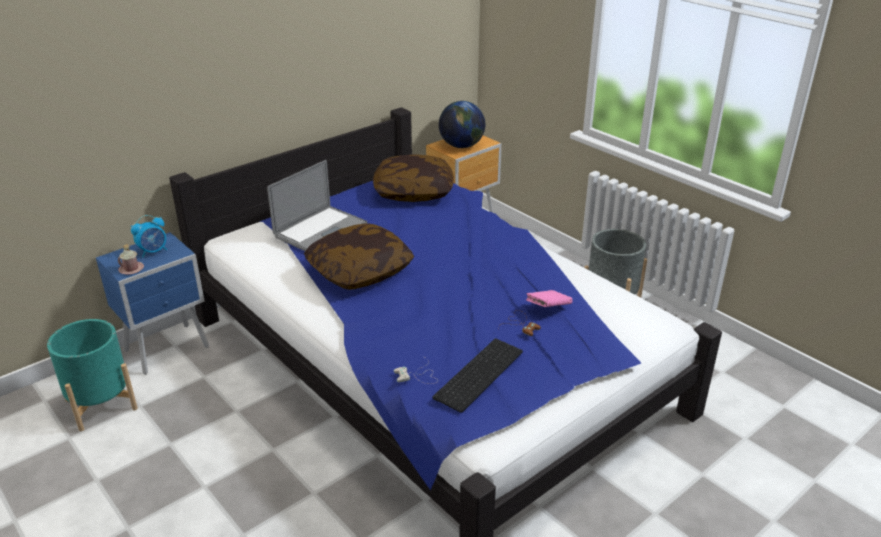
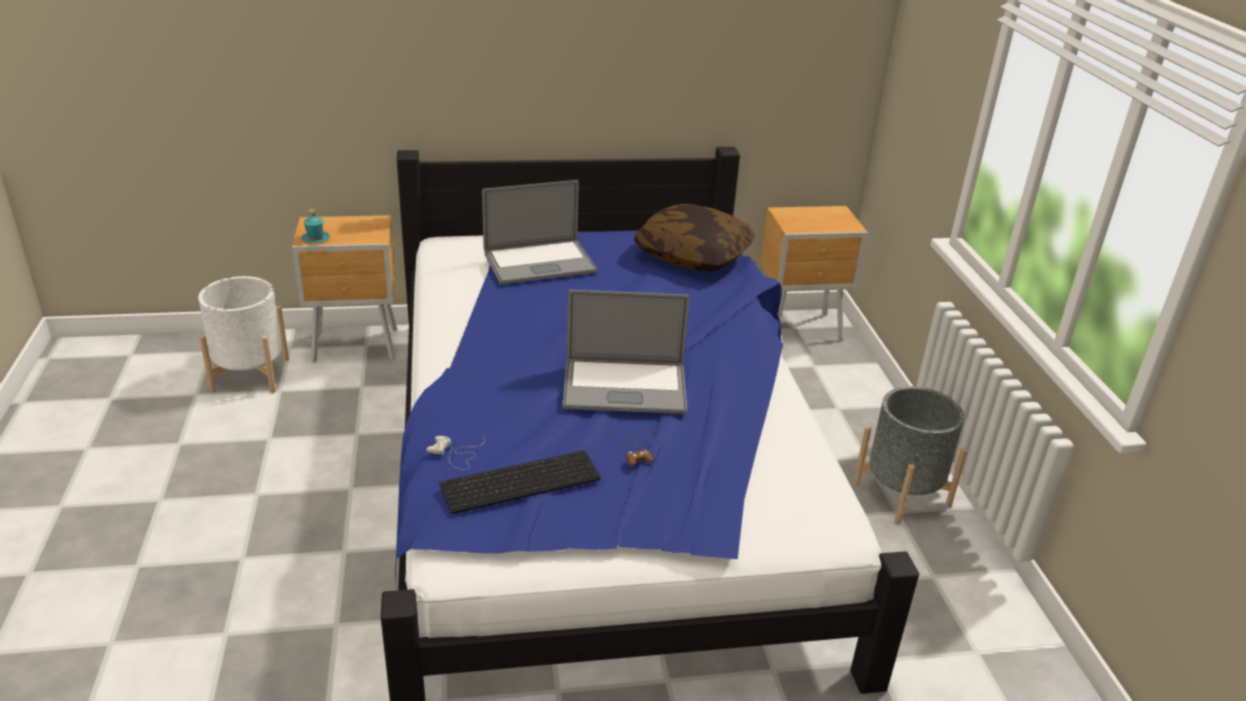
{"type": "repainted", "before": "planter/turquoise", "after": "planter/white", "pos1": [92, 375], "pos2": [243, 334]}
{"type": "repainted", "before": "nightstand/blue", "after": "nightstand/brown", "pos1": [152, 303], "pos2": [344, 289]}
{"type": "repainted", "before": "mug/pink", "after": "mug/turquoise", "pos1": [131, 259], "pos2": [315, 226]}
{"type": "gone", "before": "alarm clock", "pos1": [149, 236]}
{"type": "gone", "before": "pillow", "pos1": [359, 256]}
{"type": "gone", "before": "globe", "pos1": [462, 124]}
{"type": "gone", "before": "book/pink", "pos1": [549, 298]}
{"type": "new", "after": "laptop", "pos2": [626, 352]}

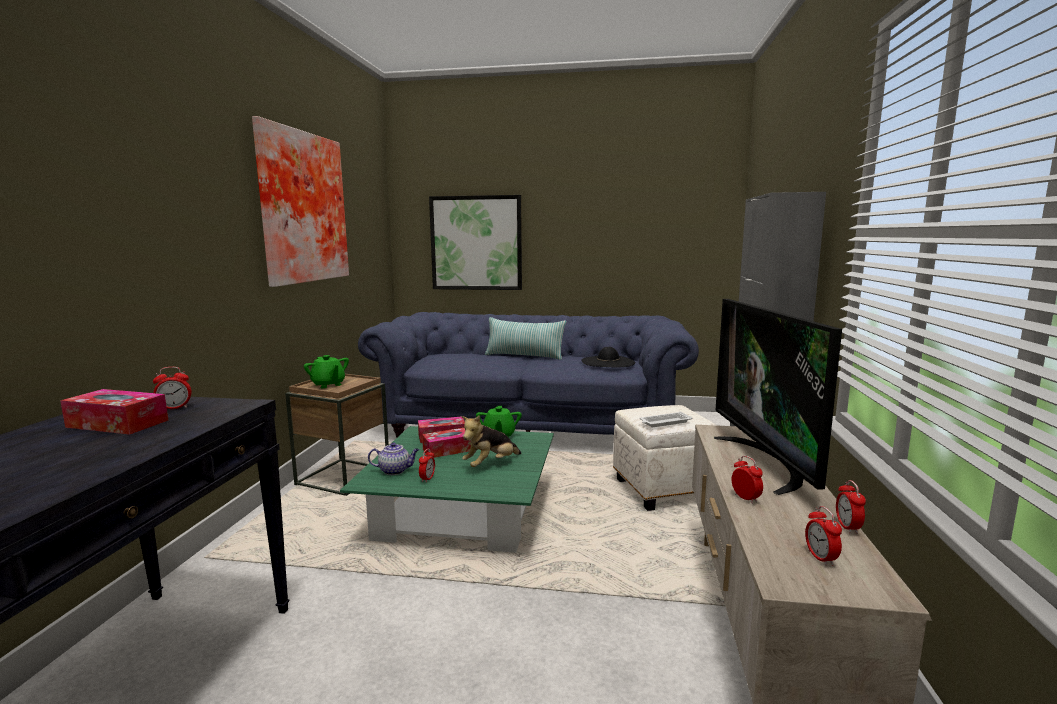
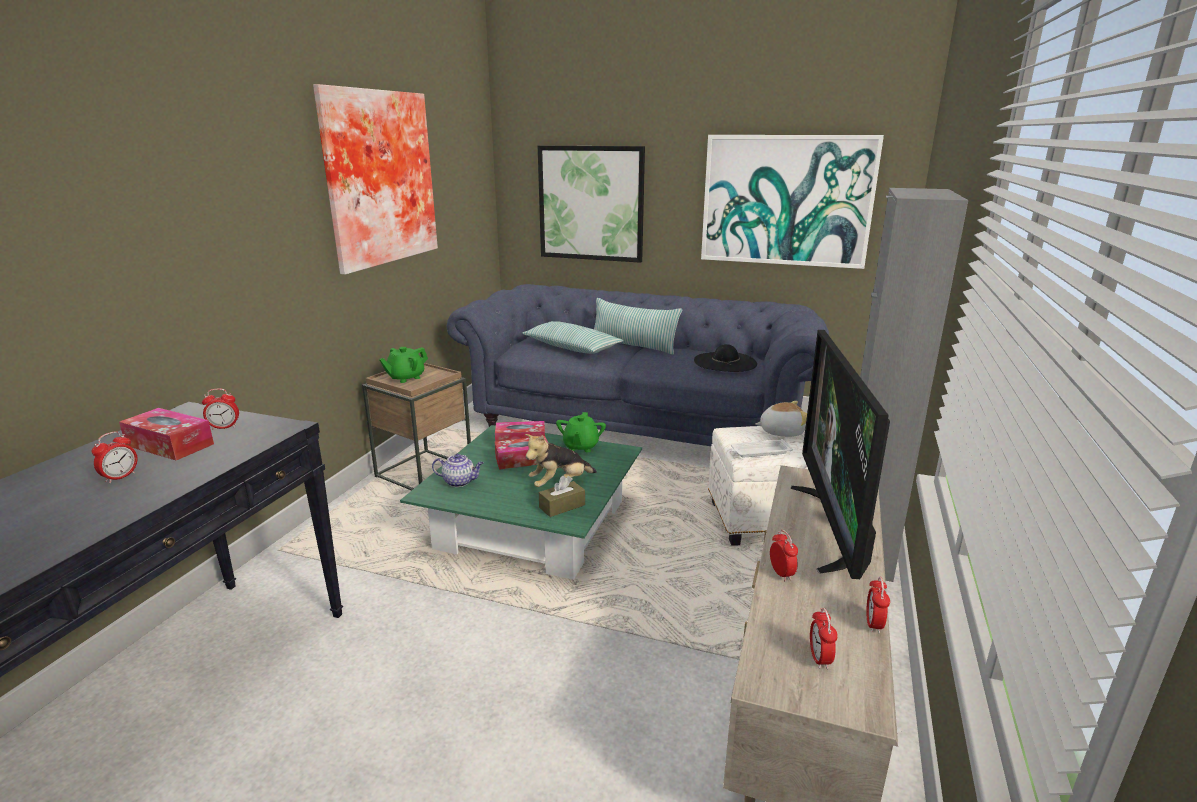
{"type": "rotated", "before": "teapot/green", "pos1": [326, 371], "pos2": [403, 365], "turn": 75}
{"type": "shifted", "before": "alarm clock", "pos1": [427, 465], "pos2": [114, 457]}
{"type": "new", "after": "pillow", "pos2": [573, 337]}
{"type": "new", "after": "tissue box/brown", "pos2": [562, 496]}
{"type": "new", "after": "picture", "pos2": [792, 202]}
{"type": "new", "after": "plush toy", "pos2": [781, 419]}

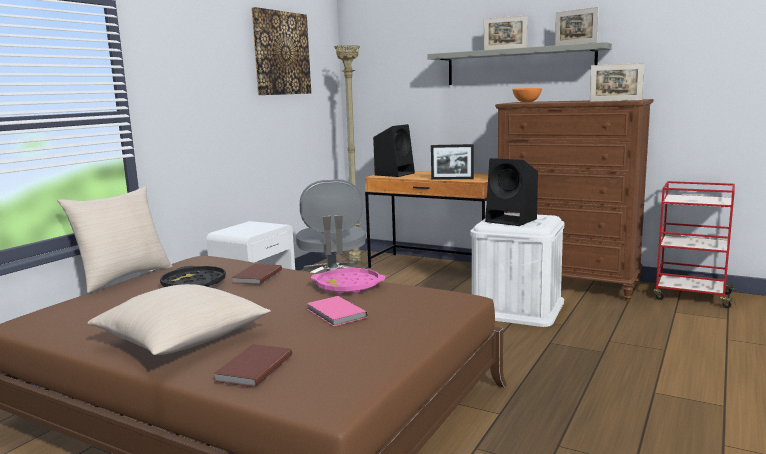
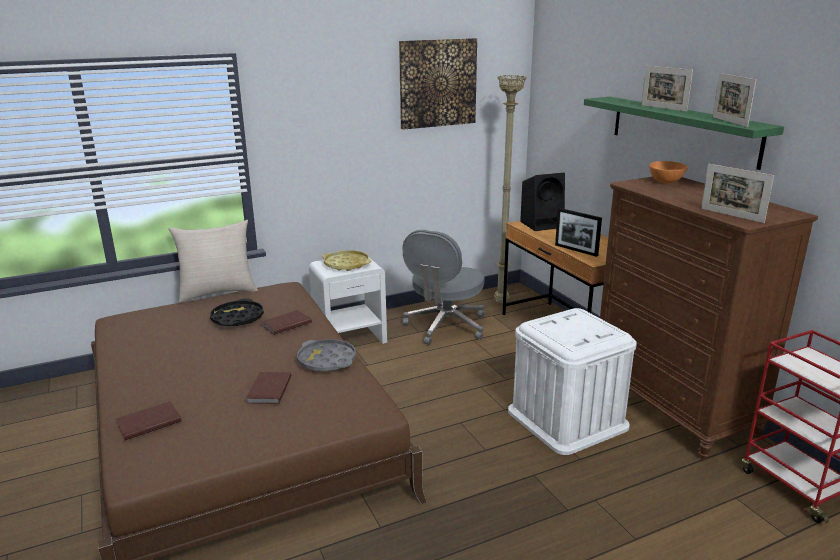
{"type": "gone", "before": "pillow/beige", "pos1": [179, 319]}
{"type": "repainted", "before": "book/pink", "after": "book/brown", "pos1": [337, 311], "pos2": [268, 388]}
{"type": "repainted", "before": "tray/pink", "after": "tray/grey", "pos1": [348, 281], "pos2": [326, 355]}
{"type": "repainted", "before": "shelf/grey", "after": "shelf/green", "pos1": [519, 63], "pos2": [684, 133]}
{"type": "gone", "before": "speaker/black", "pos1": [511, 192]}
{"type": "new", "after": "tray/yellow", "pos2": [346, 260]}

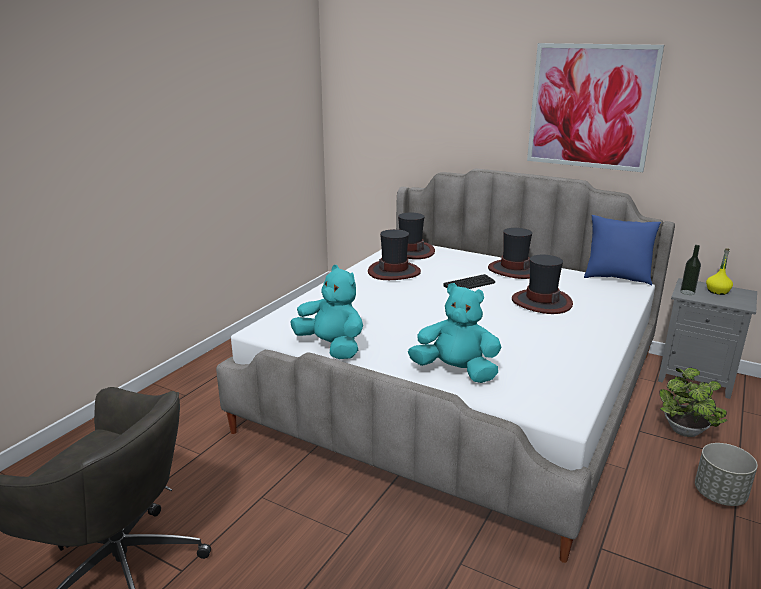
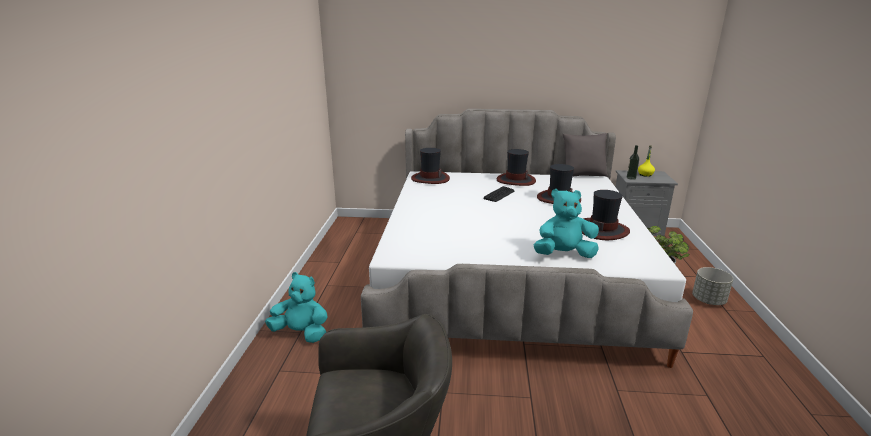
{"type": "shifted", "before": "plush toy/turquoise", "pos1": [327, 312], "pos2": [296, 307]}
{"type": "shifted", "before": "hat", "pos1": [394, 254], "pos2": [606, 215]}
{"type": "gone", "before": "picture", "pos1": [595, 107]}
{"type": "repainted", "before": "pillow/blue", "after": "pillow/grey", "pos1": [622, 250], "pos2": [585, 155]}

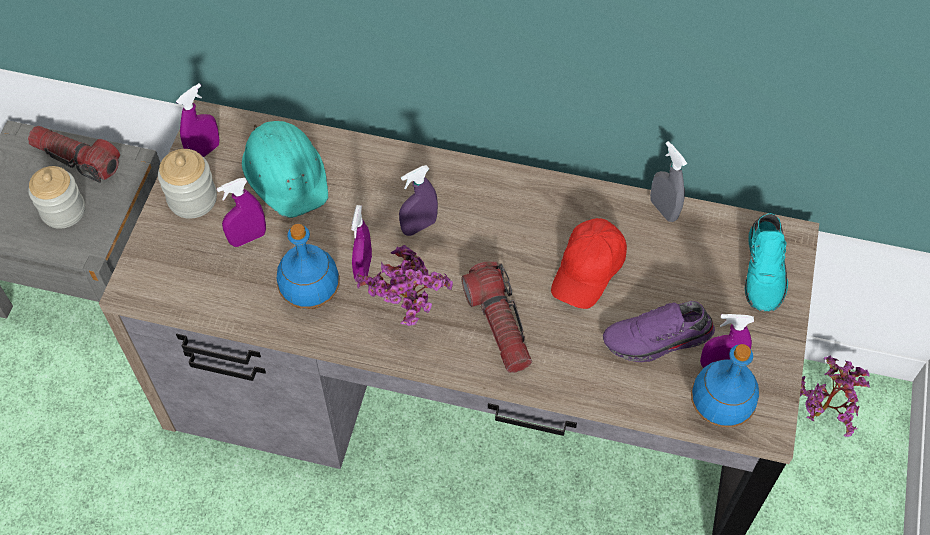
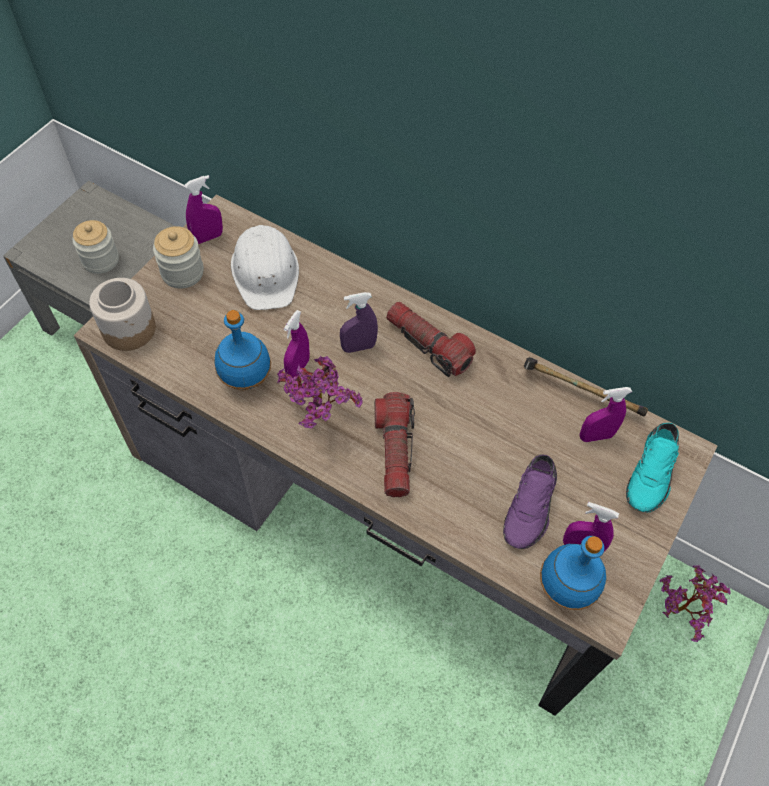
{"type": "shifted", "before": "flashlight", "pos1": [74, 154], "pos2": [431, 339]}
{"type": "shifted", "before": "spray bottle/purple", "pos1": [241, 212], "pos2": [606, 414]}
{"type": "repainted", "before": "hard hat/turquoise", "after": "hard hat/white", "pos1": [285, 169], "pos2": [265, 267]}
{"type": "gone", "before": "cap/red", "pos1": [589, 263]}
{"type": "rotated", "before": "shoe/purple", "pos1": [659, 331], "pos2": [530, 501], "turn": -75}
{"type": "swapped", "before": "spray bottle/grey", "after": "hammer", "pos1": [668, 181], "pos2": [585, 386]}
{"type": "new", "after": "jar", "pos2": [122, 314]}

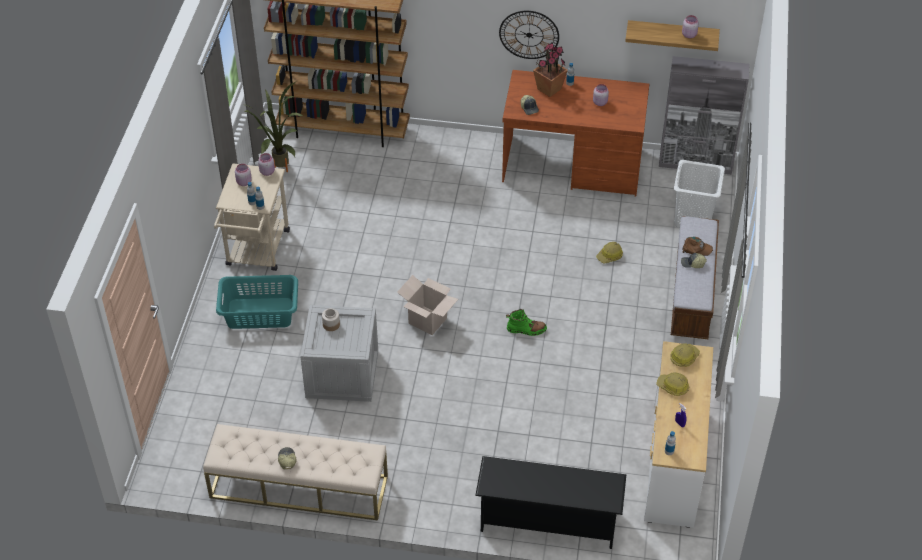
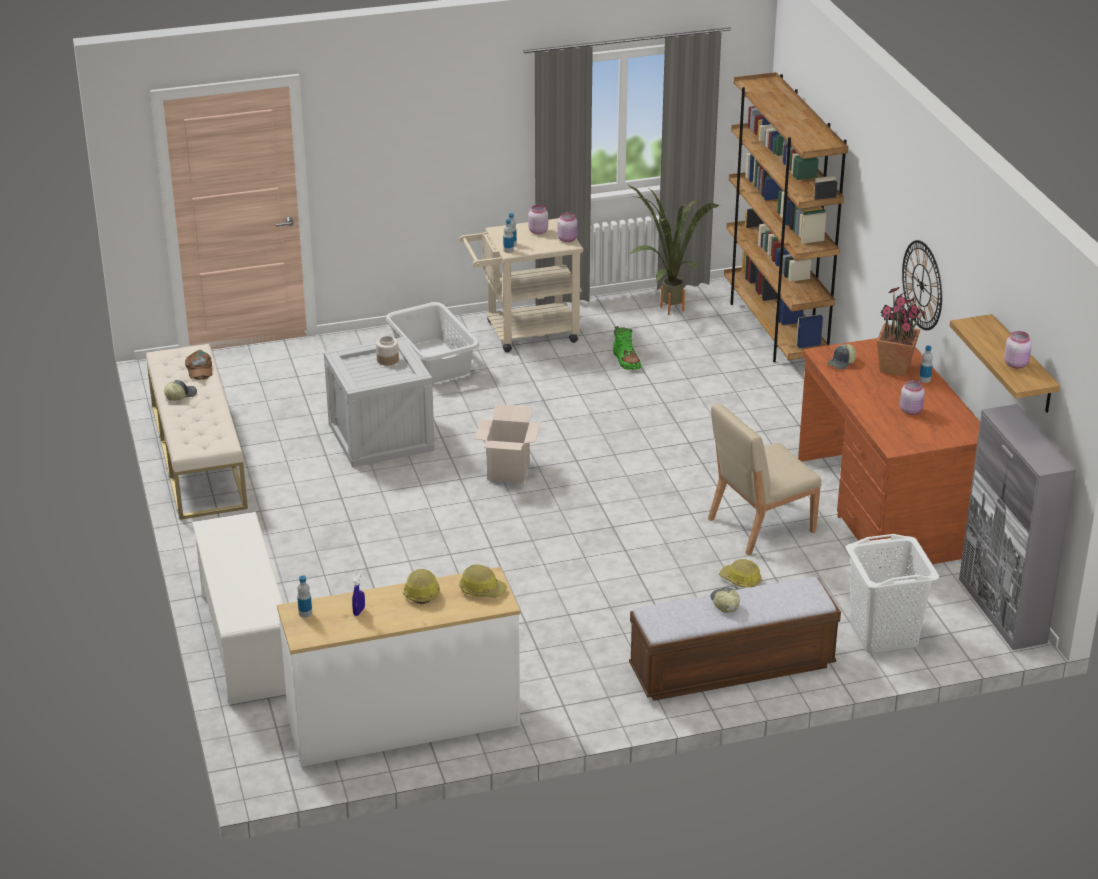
{"type": "repainted", "before": "laundry basket/turquoise", "after": "laundry basket/grey", "pos1": [257, 302], "pos2": [433, 342]}
{"type": "repainted", "before": "shoe rack/black", "after": "shoe rack/white", "pos1": [550, 502], "pos2": [239, 608]}
{"type": "shifted", "before": "boot/green", "pos1": [526, 322], "pos2": [627, 348]}
{"type": "shifted", "before": "cap/brown", "pos1": [697, 246], "pos2": [198, 365]}
{"type": "new", "after": "chair/beige", "pos2": [765, 479]}

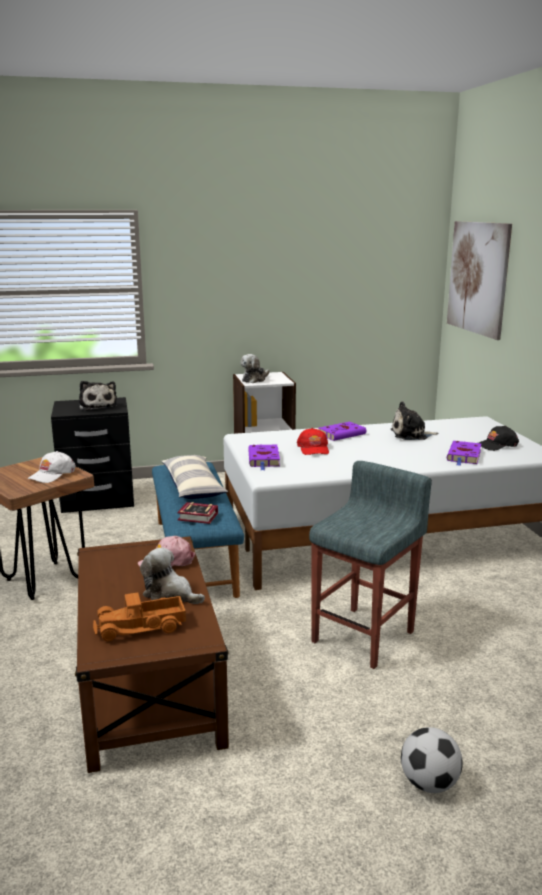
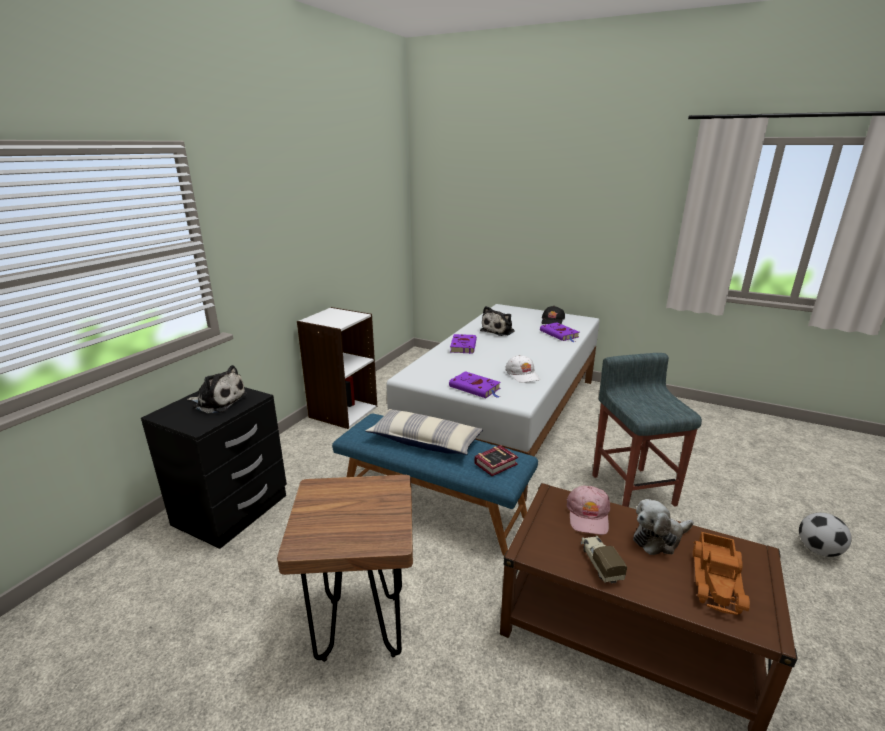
{"type": "shifted", "before": "cap/white", "pos1": [52, 467], "pos2": [523, 369]}
{"type": "gone", "before": "plush toy", "pos1": [255, 368]}
{"type": "gone", "before": "cap/red", "pos1": [313, 441]}
{"type": "gone", "before": "picture", "pos1": [479, 280]}
{"type": "new", "after": "toy truck", "pos2": [604, 560]}

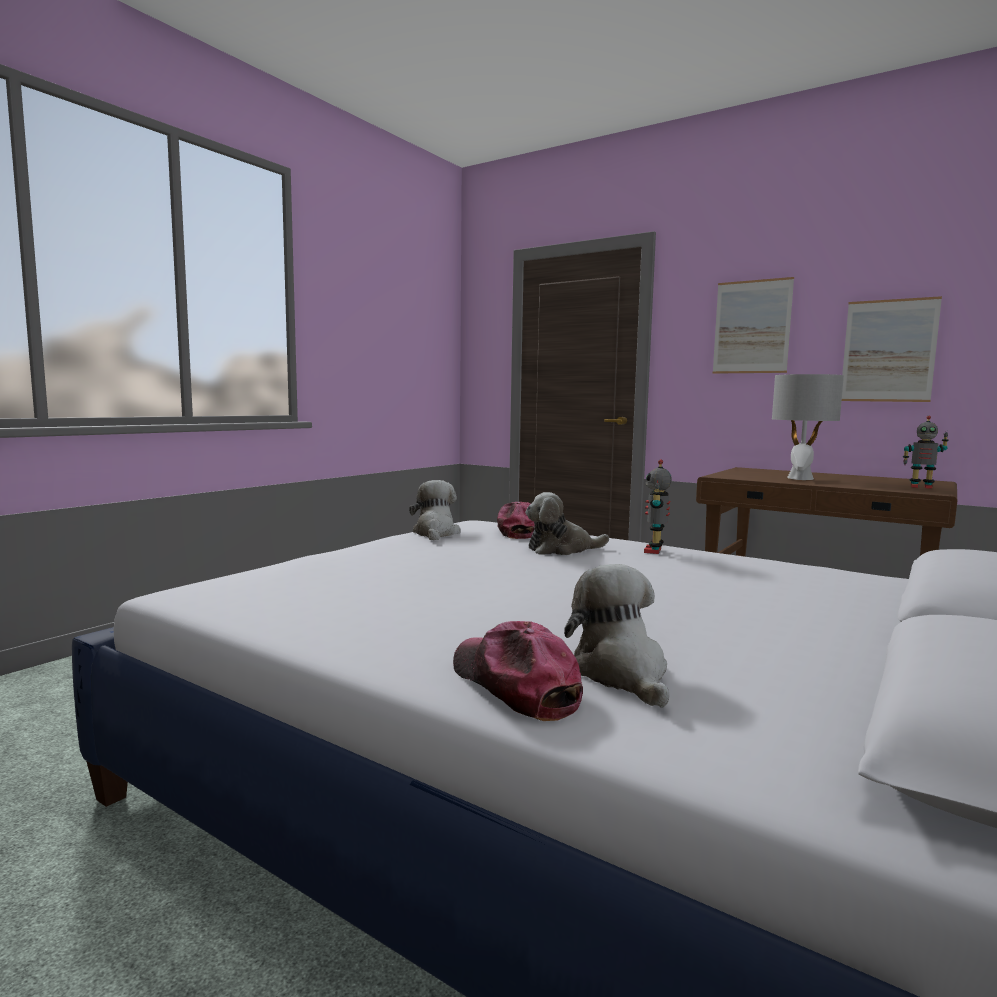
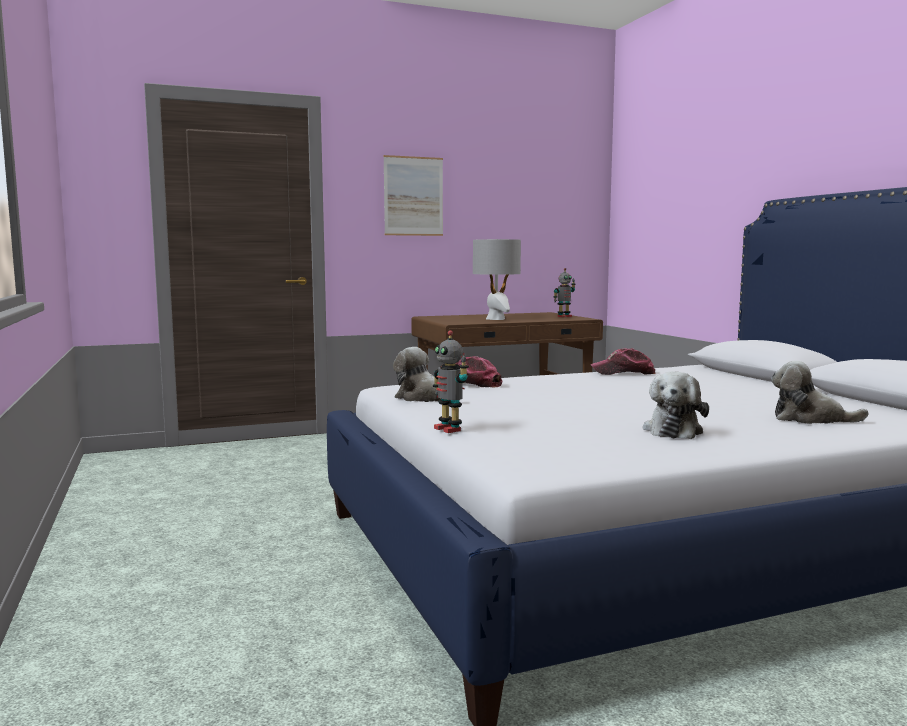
{"type": "shifted", "before": "cap", "pos1": [518, 671], "pos2": [623, 361]}
{"type": "shifted", "before": "plush toy", "pos1": [567, 523], "pos2": [676, 405]}
{"type": "shifted", "before": "toy robot", "pos1": [658, 506], "pos2": [451, 381]}
{"type": "gone", "before": "picture", "pos1": [892, 349]}

